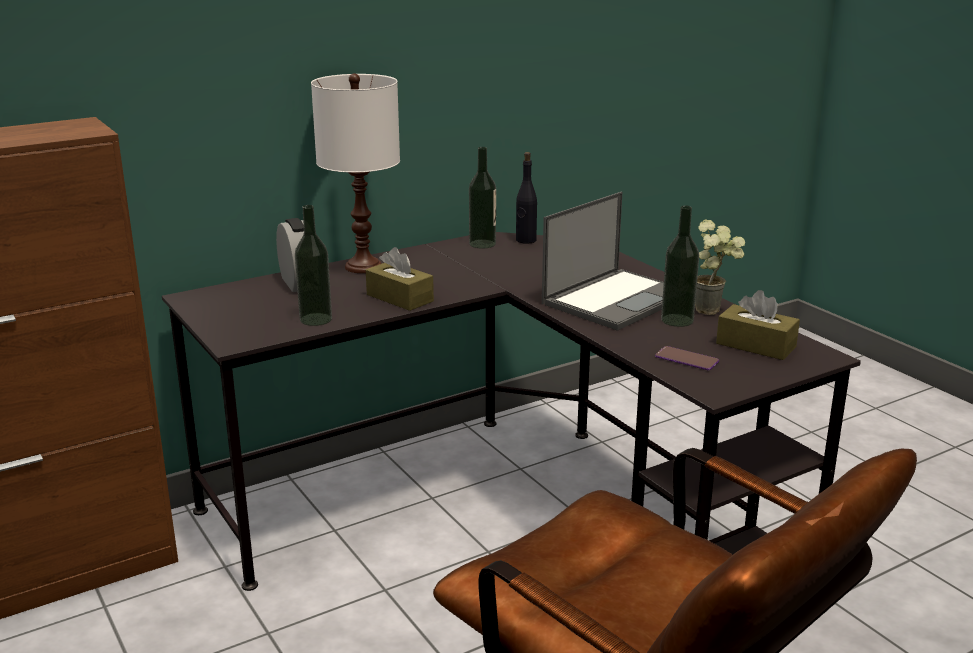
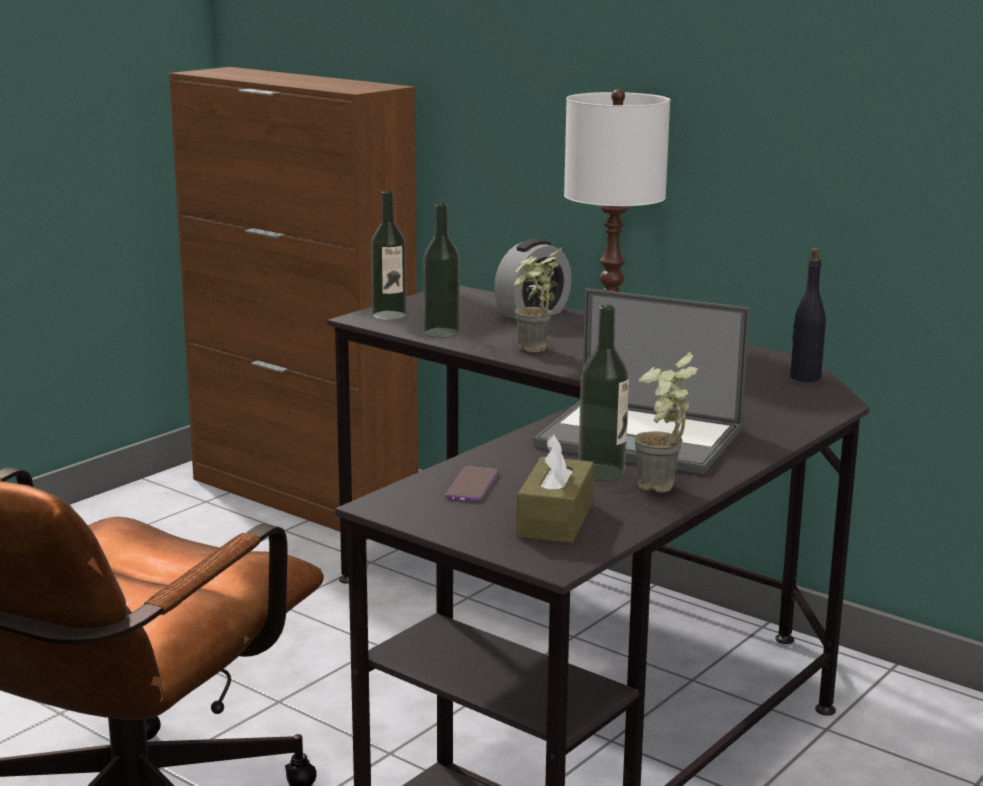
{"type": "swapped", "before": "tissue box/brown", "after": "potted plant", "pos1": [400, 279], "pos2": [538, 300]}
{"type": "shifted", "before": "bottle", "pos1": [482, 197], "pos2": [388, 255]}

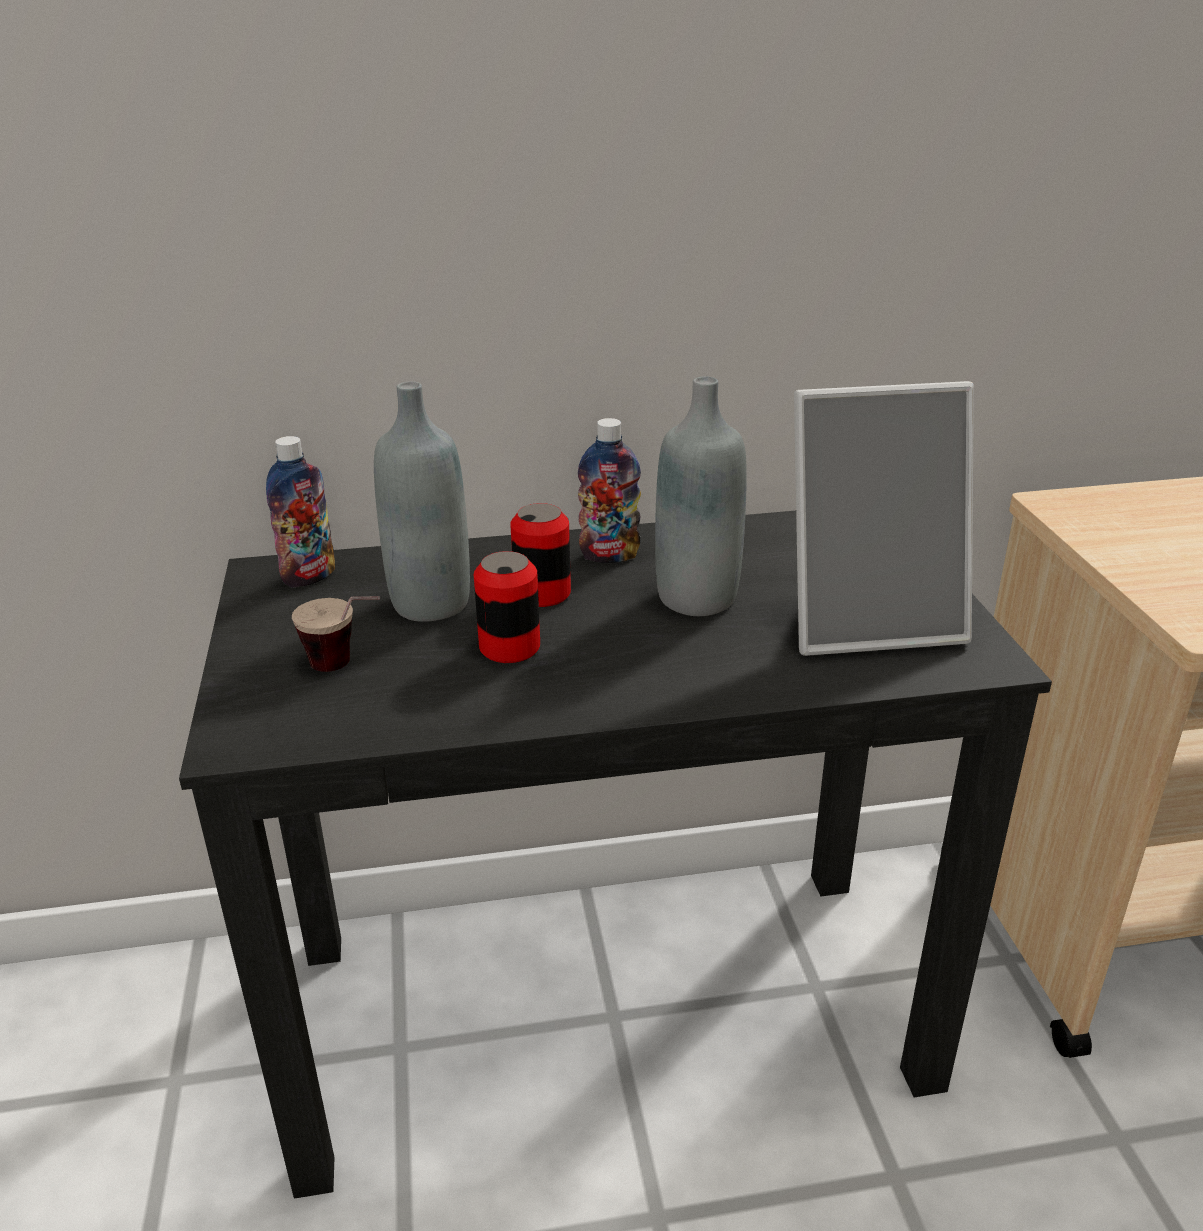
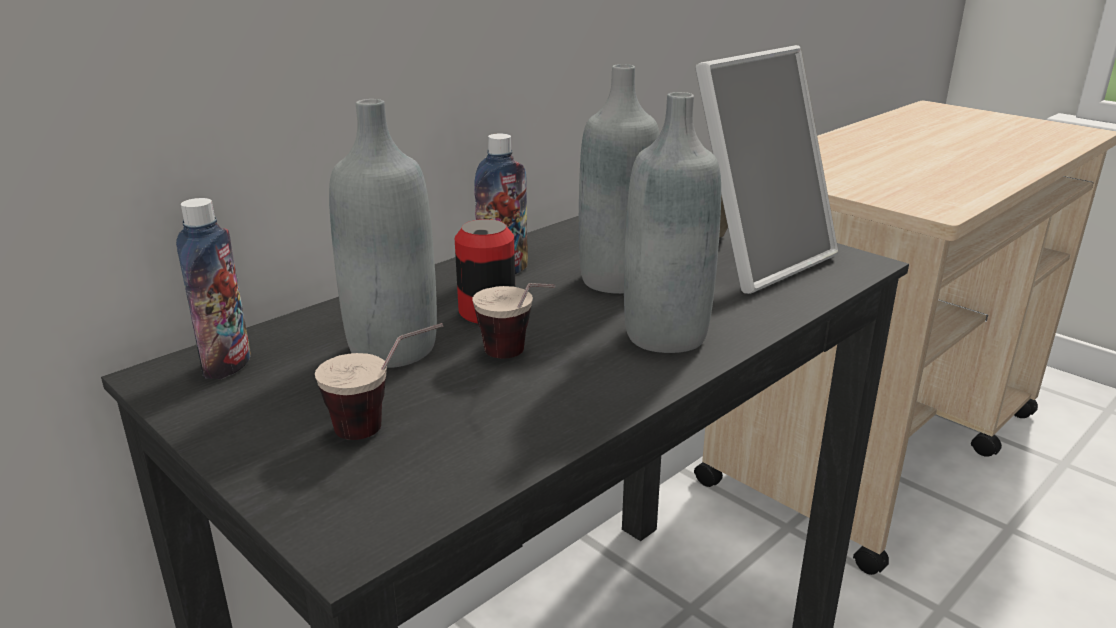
{"type": "swapped", "before": "can", "after": "cup", "pos1": [507, 607], "pos2": [513, 320]}
{"type": "new", "after": "bottle/grey", "pos2": [672, 222]}

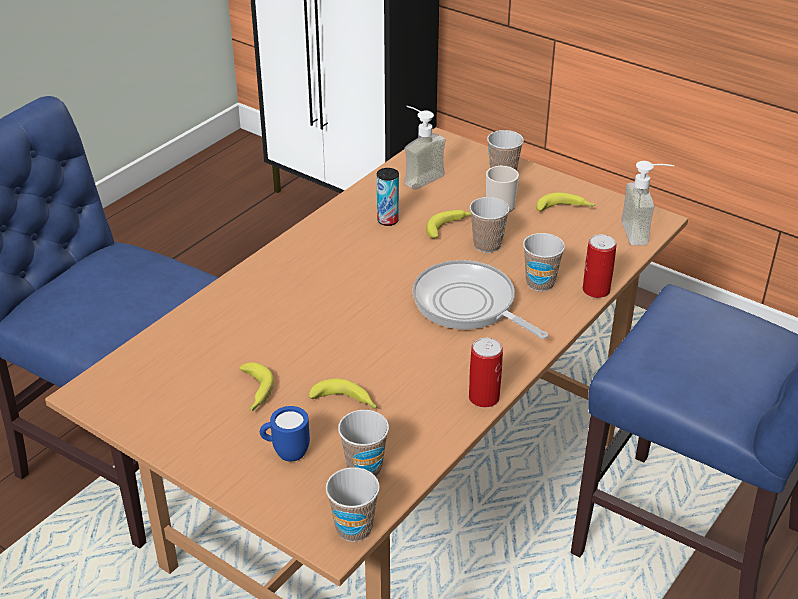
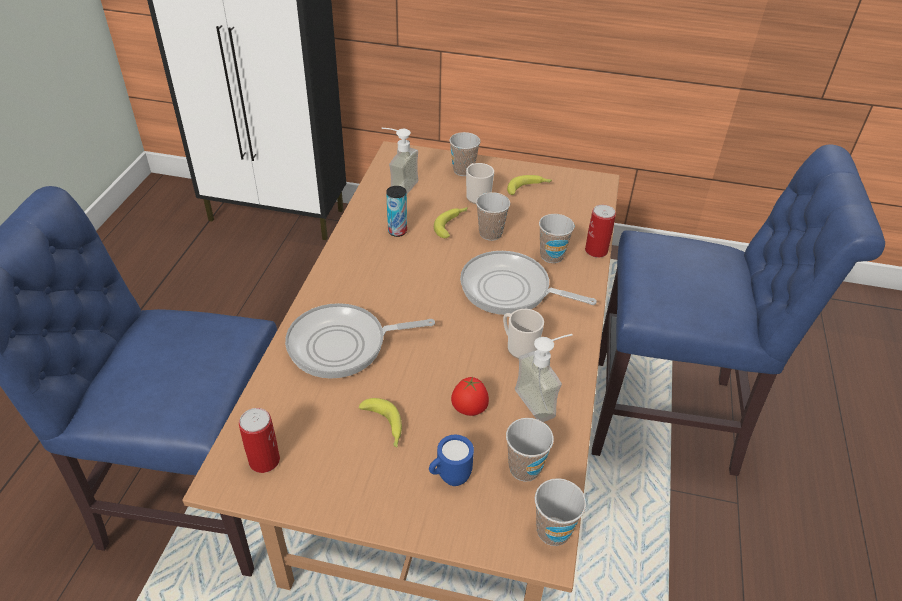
{"type": "swapped", "before": "banana", "after": "tomato", "pos1": [343, 393], "pos2": [470, 396]}
{"type": "shifted", "before": "can", "pos1": [486, 372], "pos2": [259, 440]}
{"type": "shifted", "before": "soap dispenser", "pos1": [647, 203], "pos2": [544, 378]}
{"type": "new", "after": "frying pan", "pos2": [360, 341]}
{"type": "new", "after": "mug", "pos2": [523, 334]}

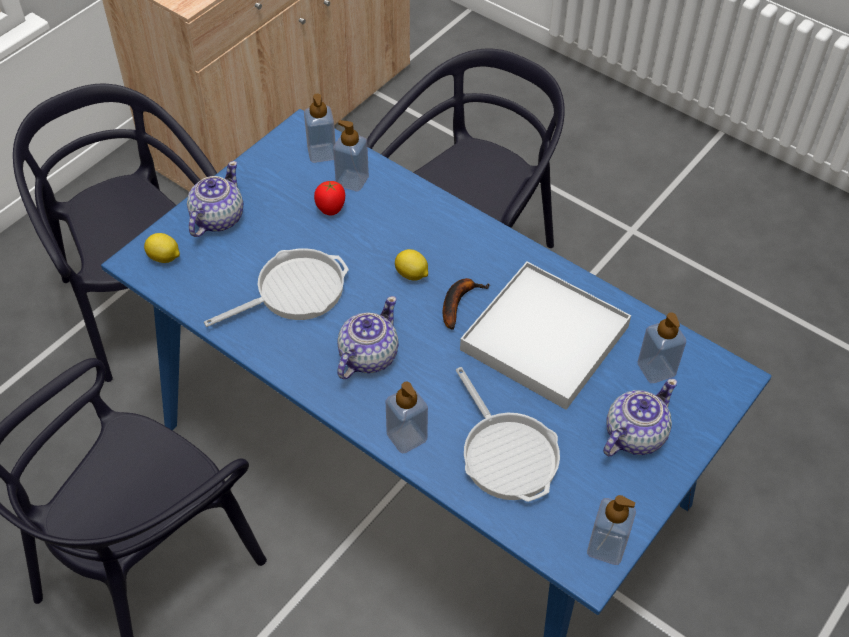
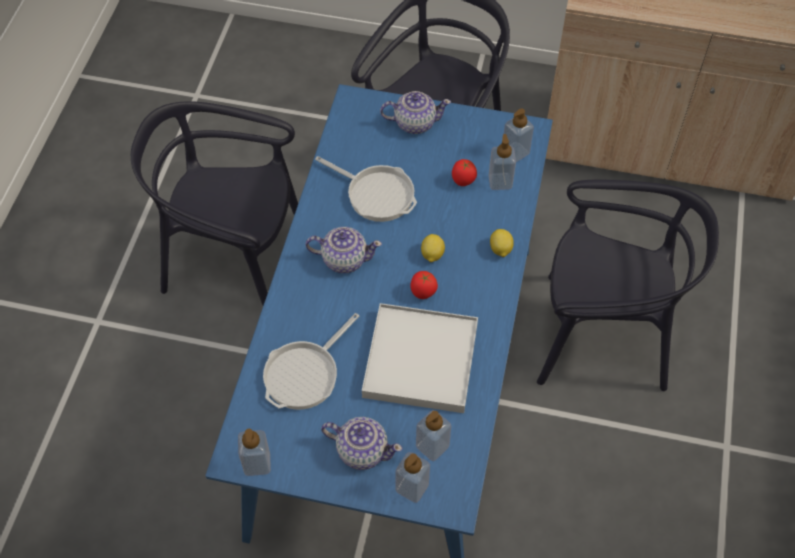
{"type": "shifted", "before": "lemon", "pos1": [162, 248], "pos2": [502, 243]}
{"type": "shifted", "before": "soap dispenser", "pos1": [406, 417], "pos2": [412, 477]}
{"type": "swapped", "before": "banana", "after": "tomato", "pos1": [466, 304], "pos2": [424, 285]}

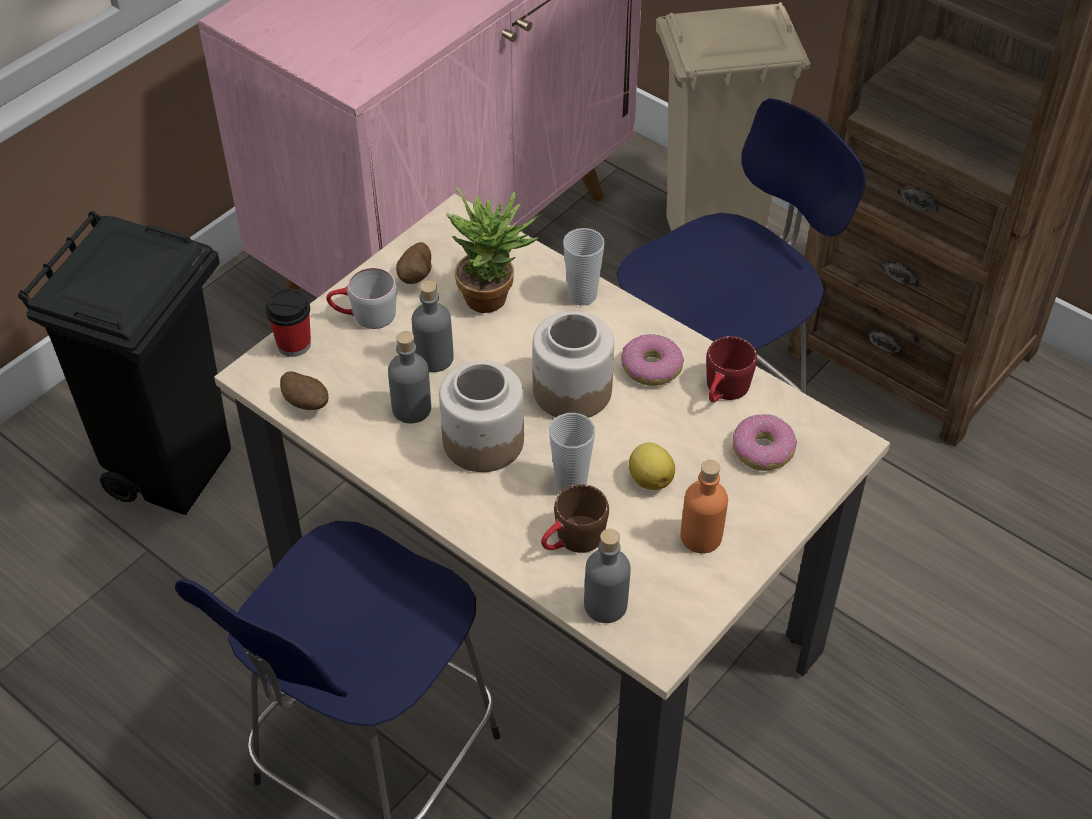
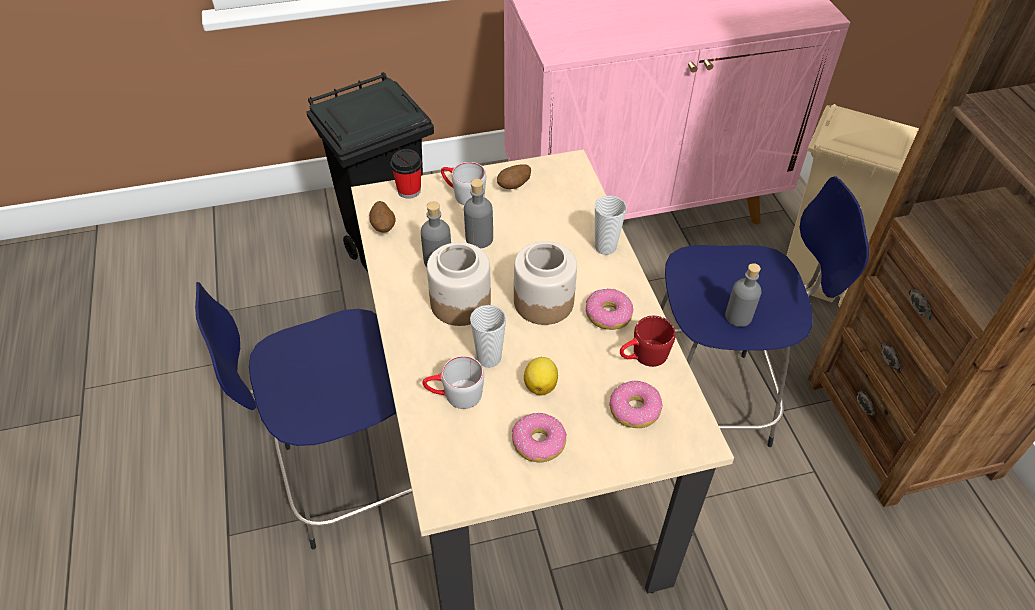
{"type": "gone", "before": "potted plant", "pos1": [495, 250]}
{"type": "repainted", "before": "mug/brown", "after": "mug/grey", "pos1": [575, 518], "pos2": [453, 382]}
{"type": "shifted", "before": "bottle/grey", "pos1": [607, 576], "pos2": [743, 295]}
{"type": "swapped", "before": "bottle/orange", "after": "donut", "pos1": [704, 507], "pos2": [539, 438]}

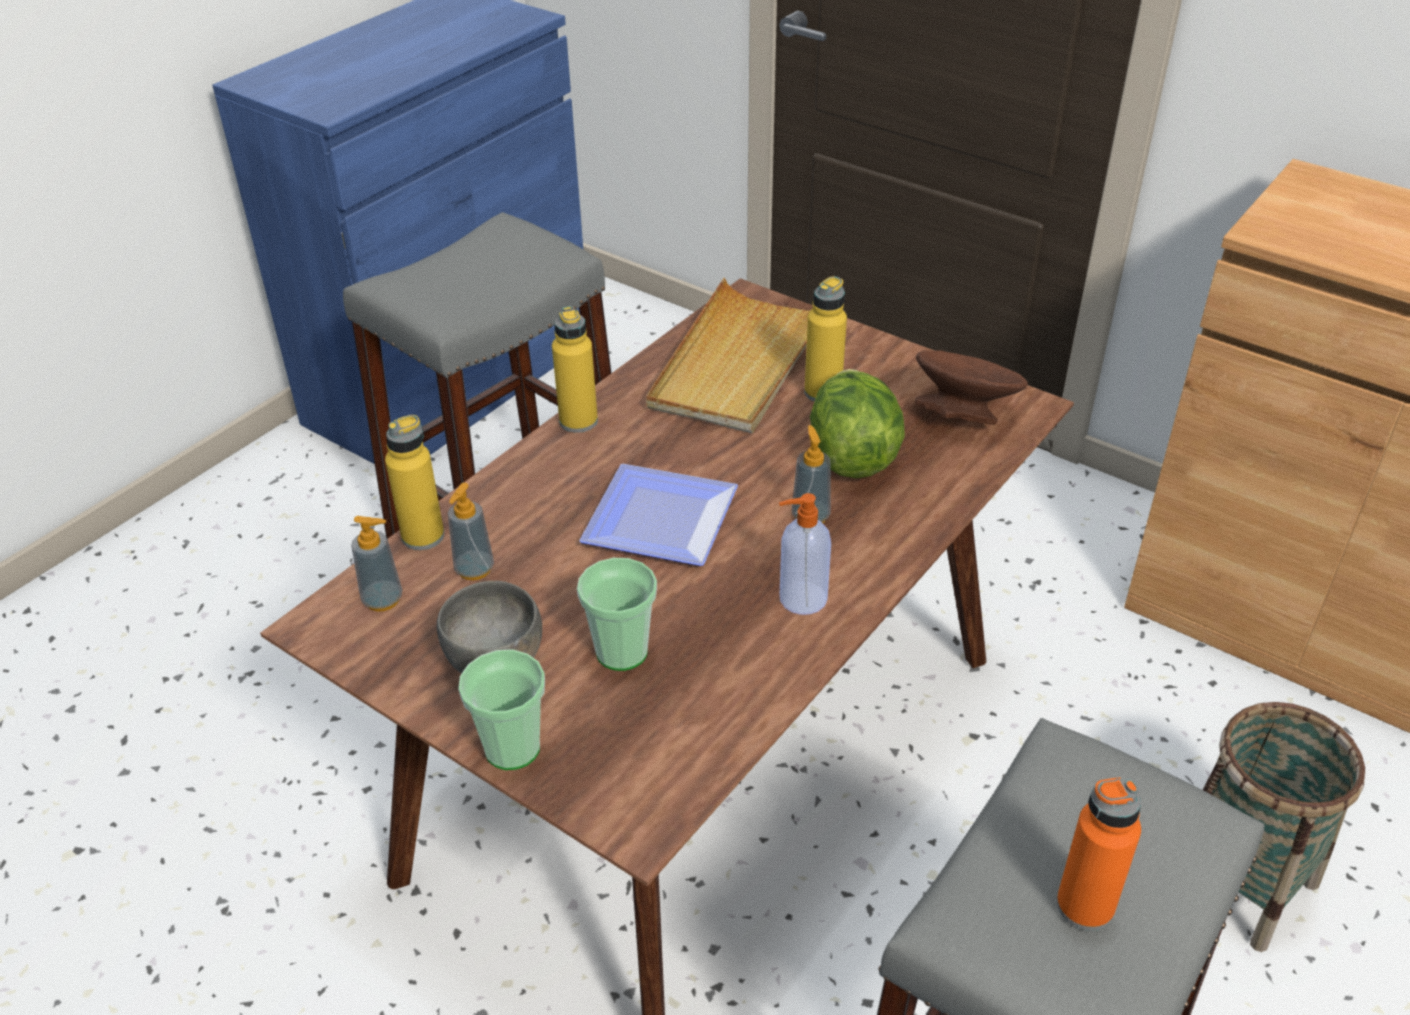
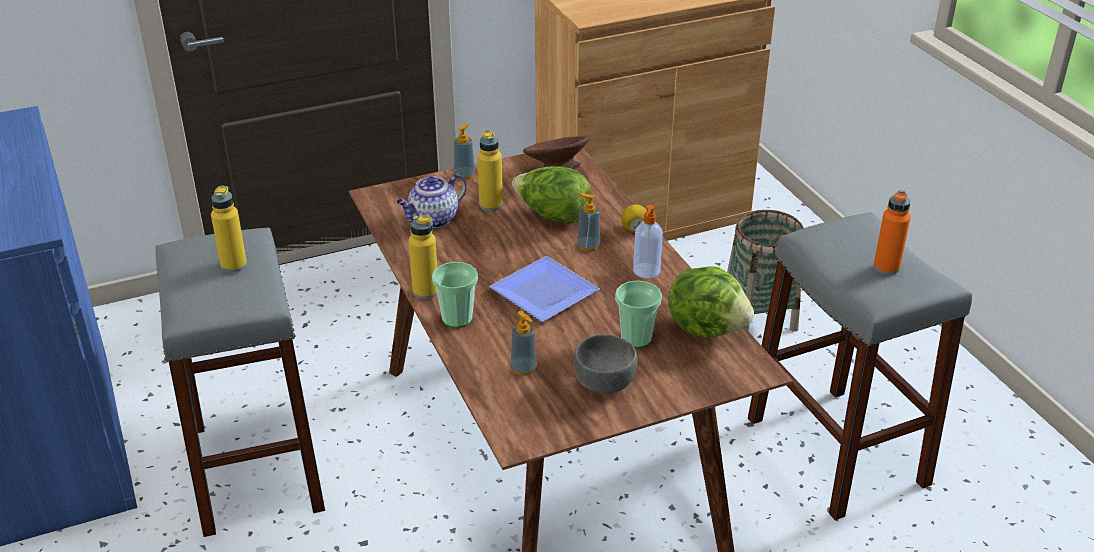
{"type": "shifted", "before": "soap dispenser", "pos1": [376, 563], "pos2": [464, 151]}
{"type": "shifted", "before": "bottle/yellow", "pos1": [414, 482], "pos2": [229, 229]}
{"type": "shifted", "before": "cup", "pos1": [501, 709], "pos2": [455, 295]}
{"type": "swapped", "before": "tray/beige", "after": "teapot", "pos1": [728, 355], "pos2": [432, 201]}
{"type": "new", "after": "lemon", "pos2": [634, 218]}
{"type": "new", "after": "lettuce", "pos2": [711, 302]}

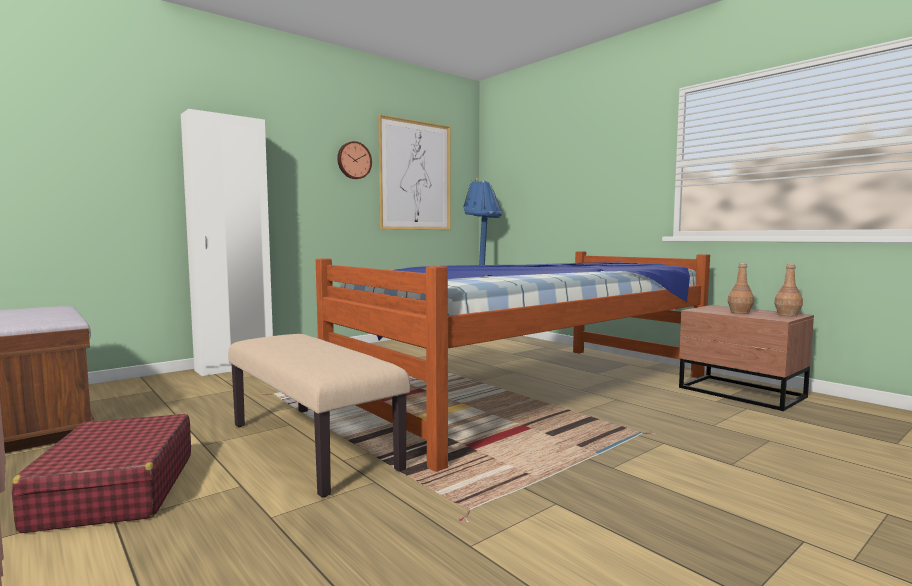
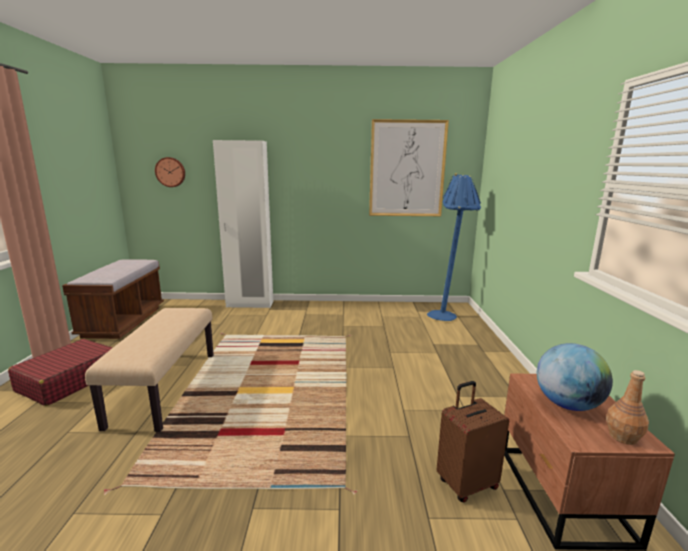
{"type": "gone", "before": "bed", "pos1": [513, 361]}
{"type": "shifted", "before": "wall clock", "pos1": [354, 160], "pos2": [170, 172]}
{"type": "swapped", "before": "bottle/brown", "after": "globe", "pos1": [741, 288], "pos2": [575, 377]}
{"type": "new", "after": "suitcase/brown", "pos2": [472, 441]}

